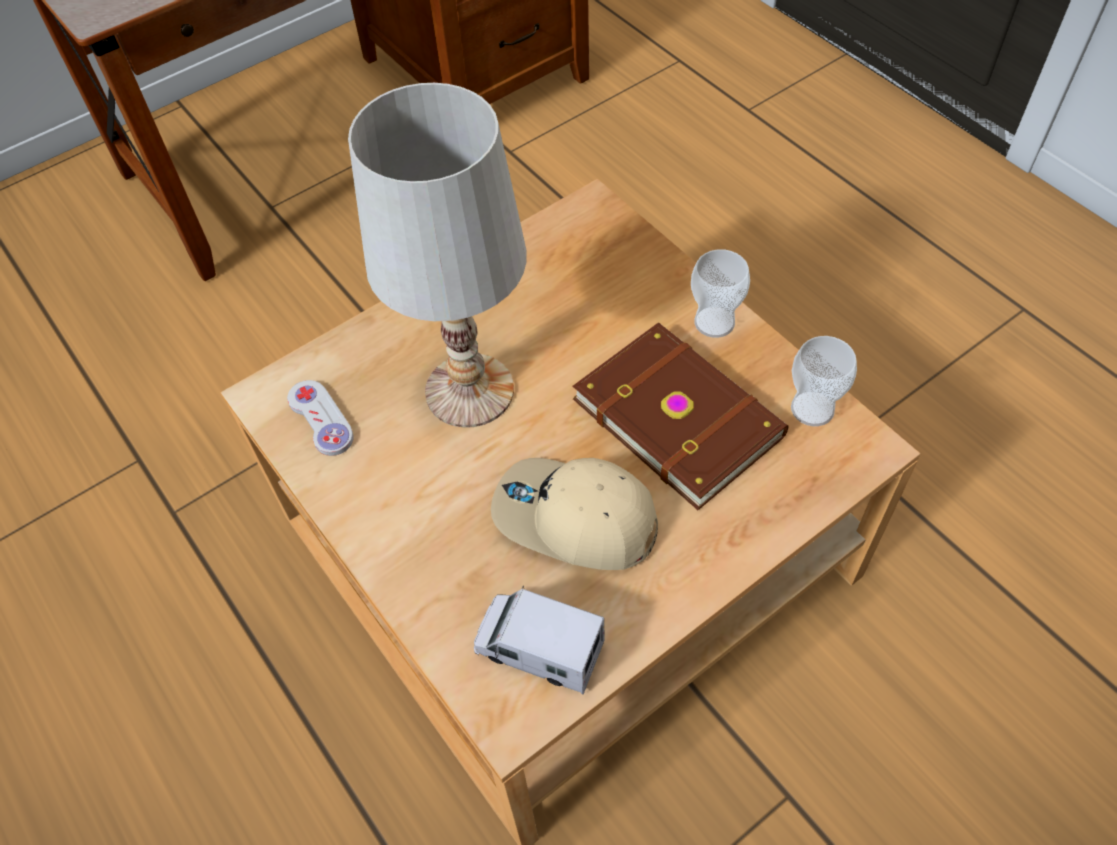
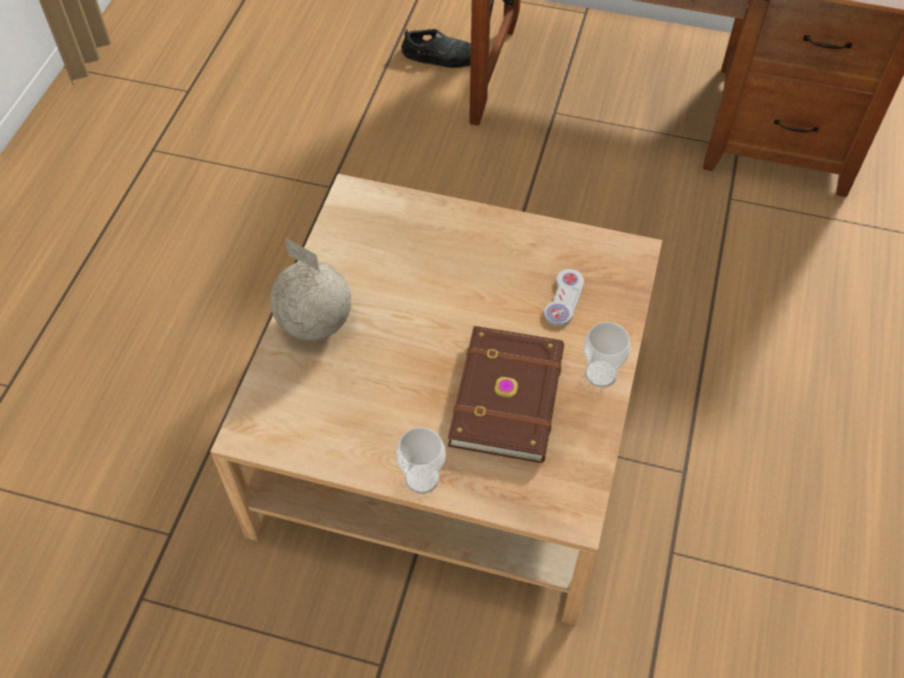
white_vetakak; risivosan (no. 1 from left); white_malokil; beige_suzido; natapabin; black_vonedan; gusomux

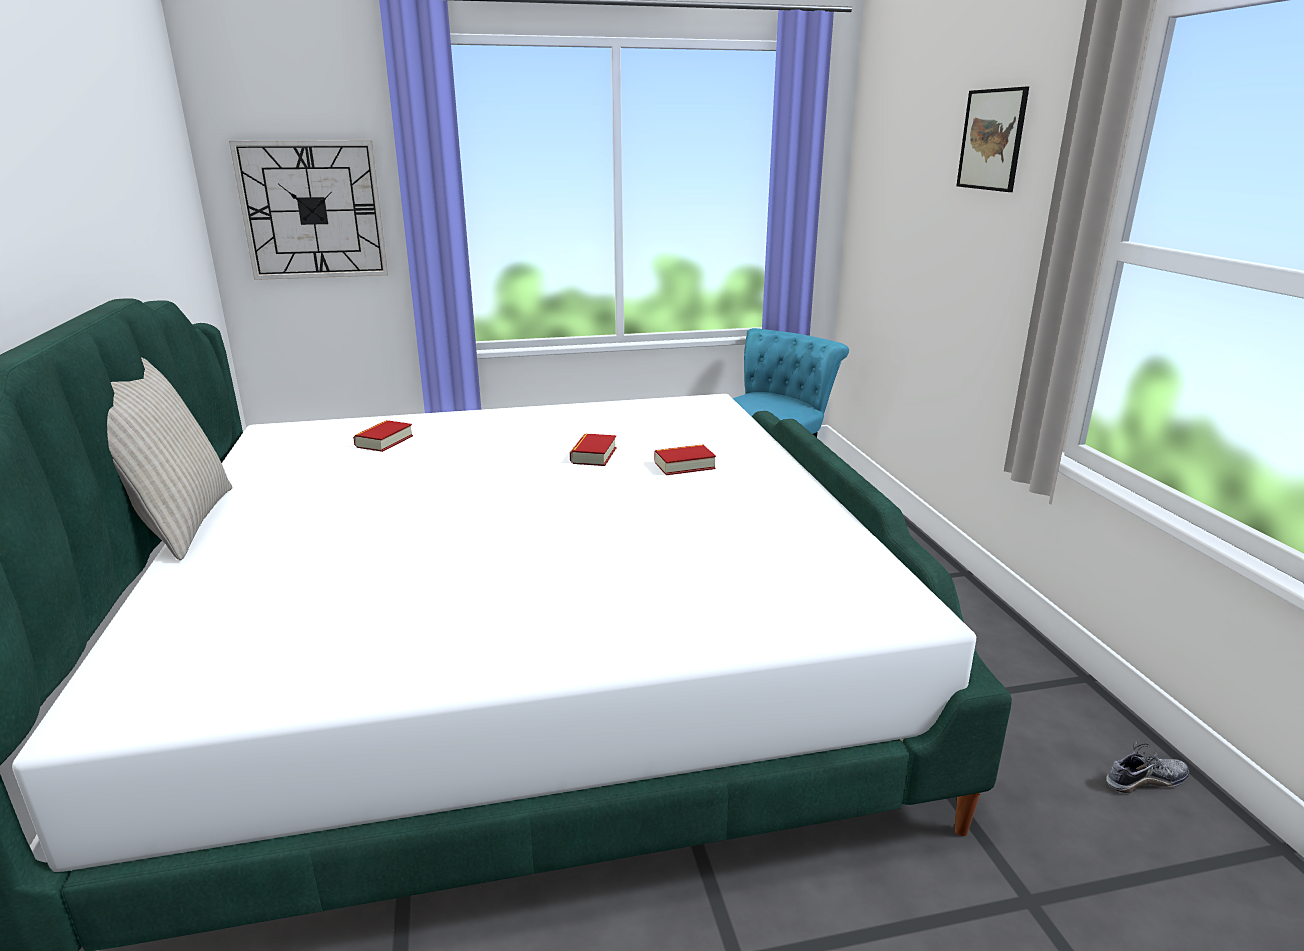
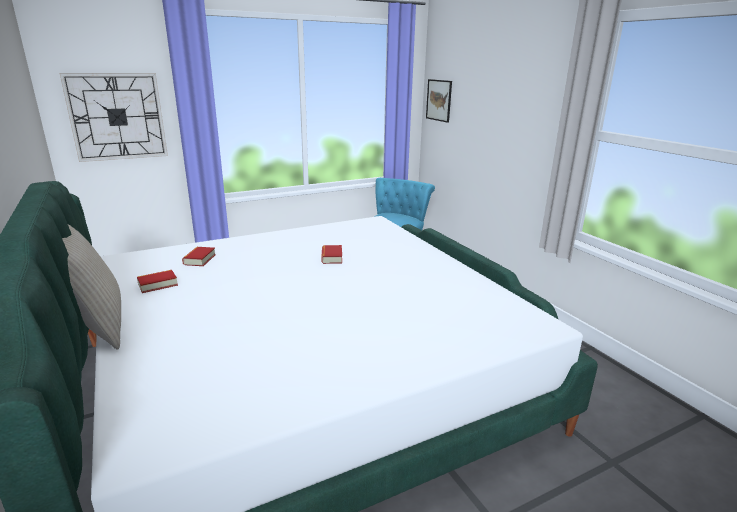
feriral; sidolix (no. 1 from left); vonedan

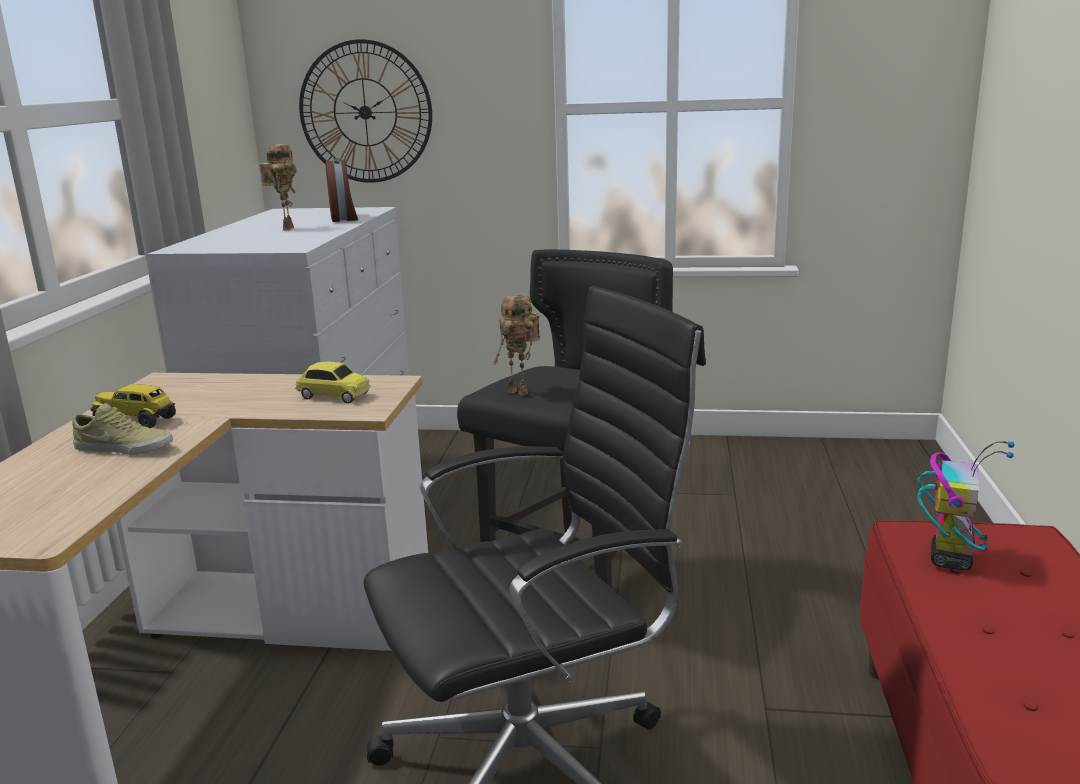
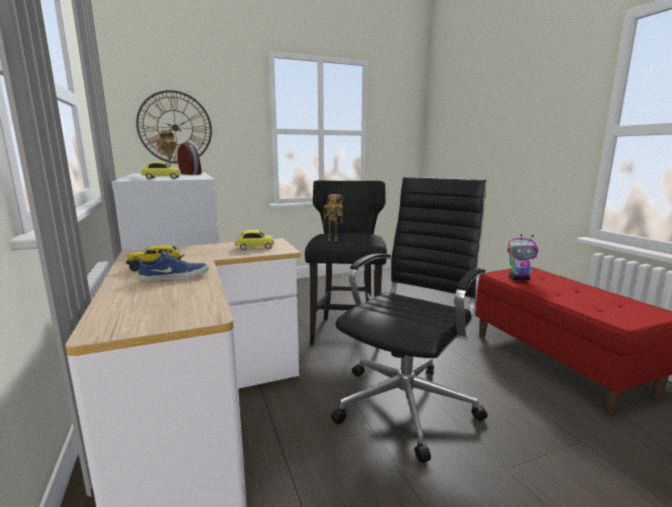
blue_vonedan; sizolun (no. 3 from left); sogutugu (no. 1 from left)

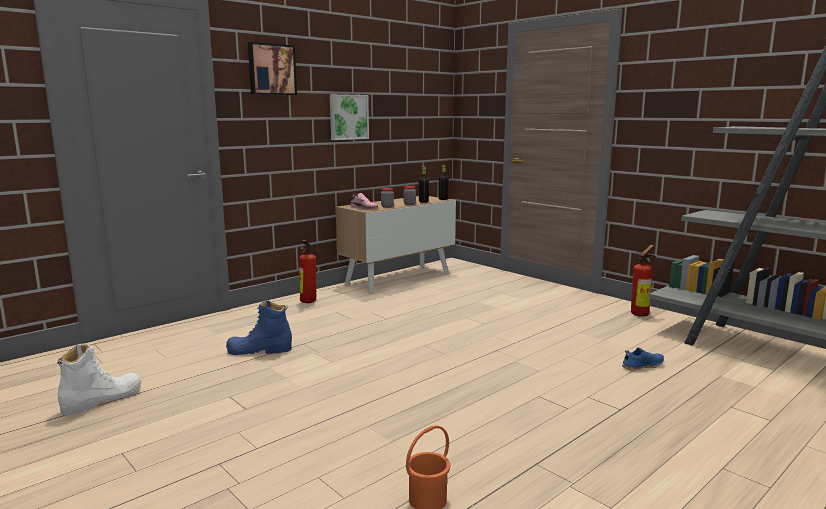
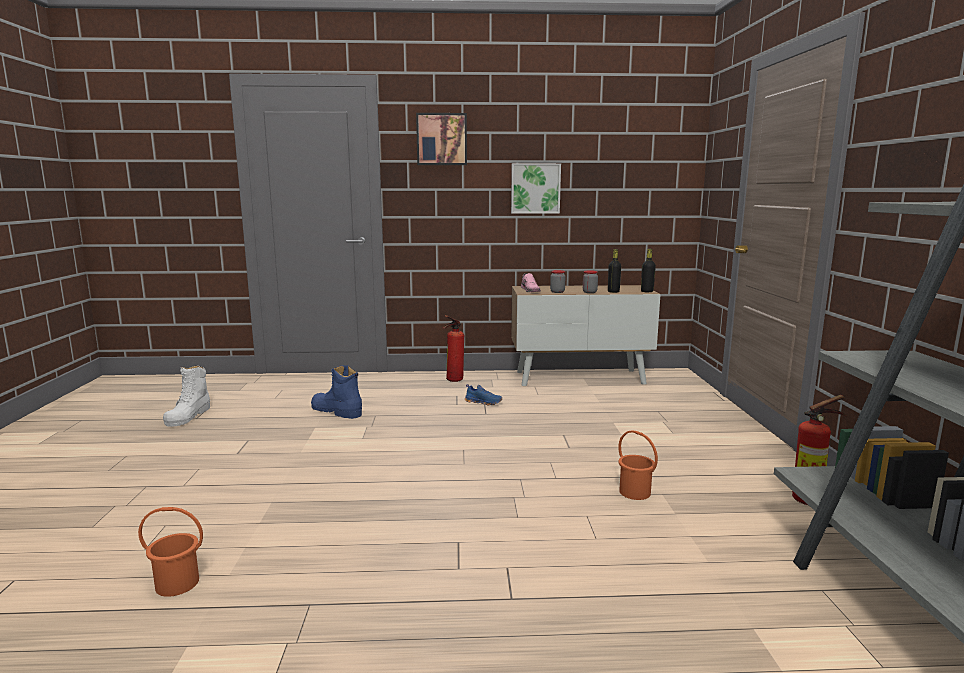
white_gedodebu; blue_vonedan; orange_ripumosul (no. 2 from left)

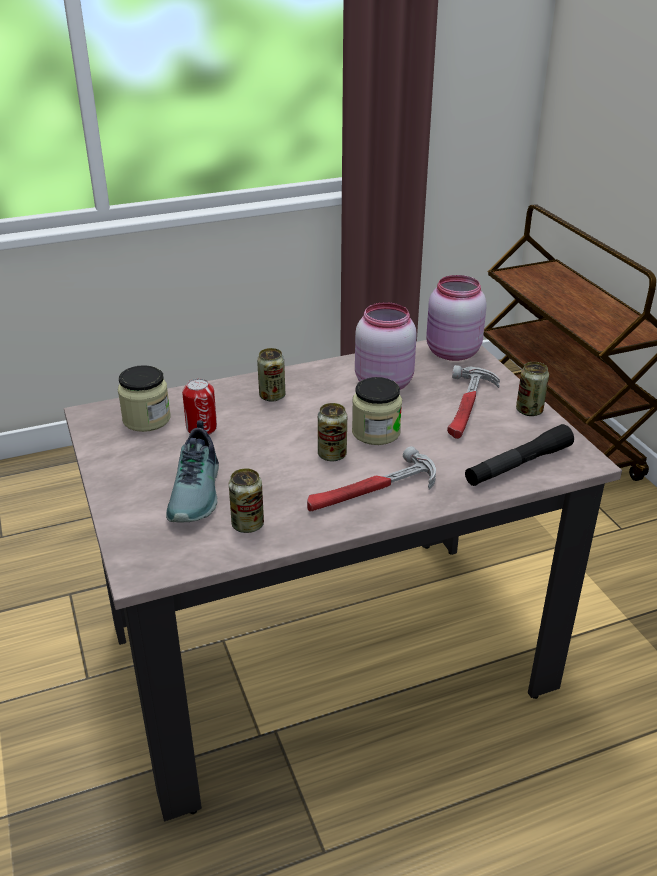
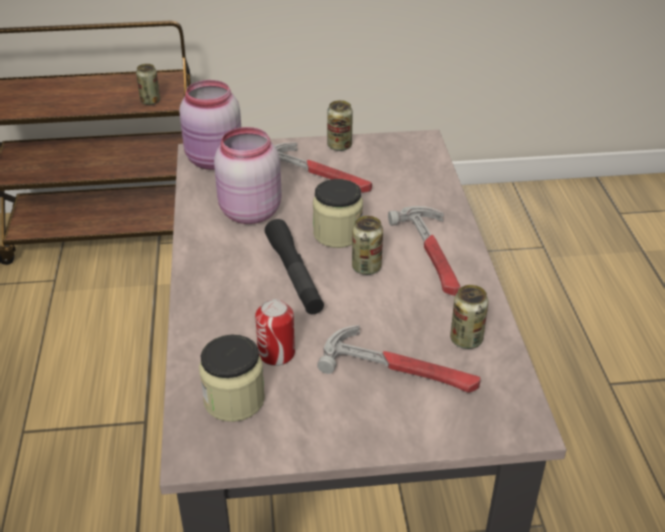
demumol (no. 1 from left); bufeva (no. 2 from left); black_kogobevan

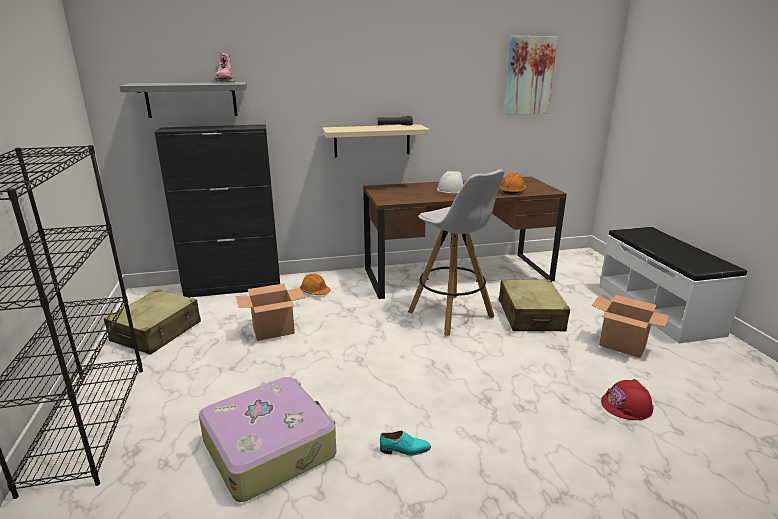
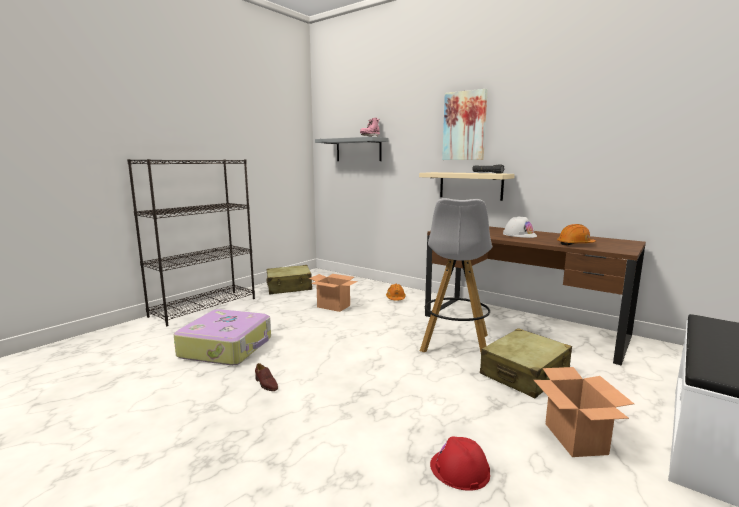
feriral; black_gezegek; brown_vonedan

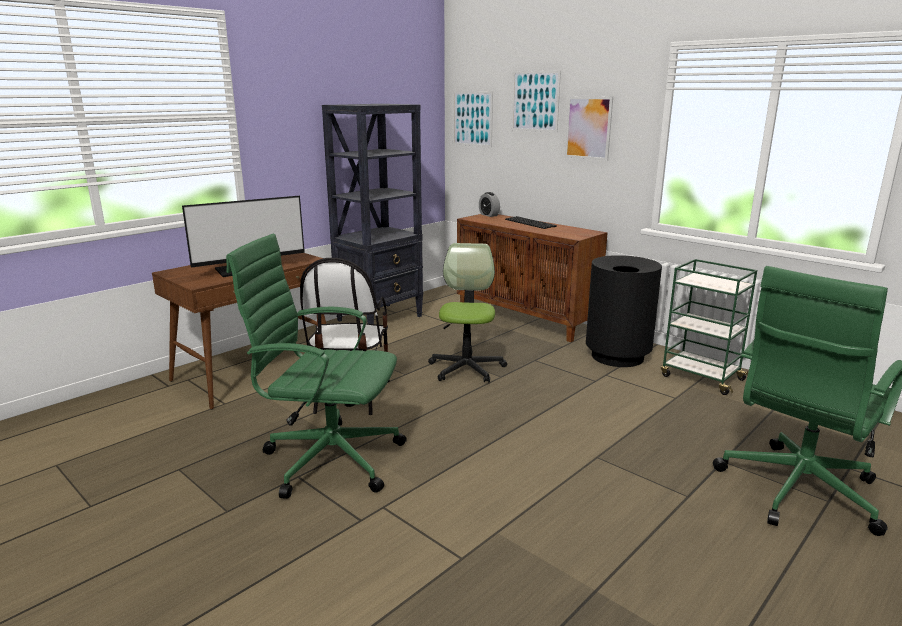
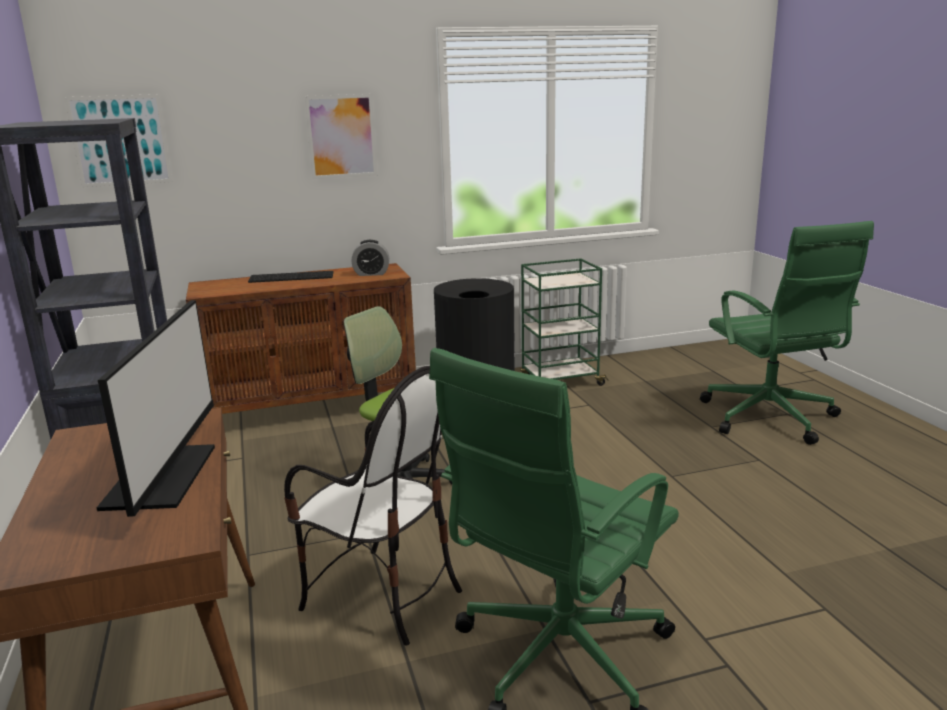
feriral (no. 2 from left in the first image); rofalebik

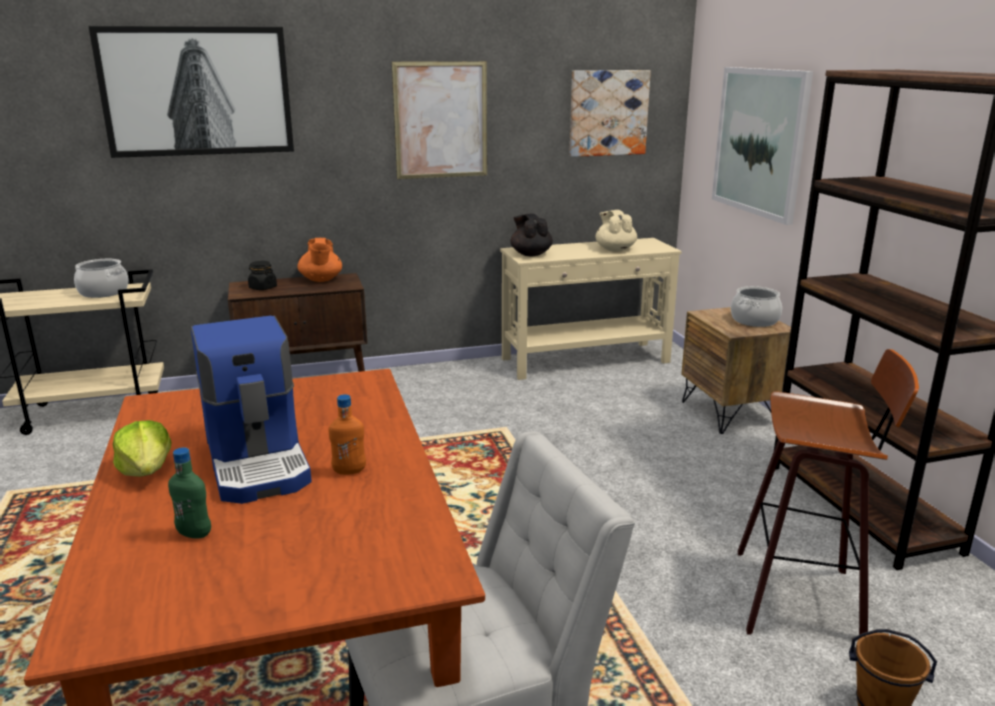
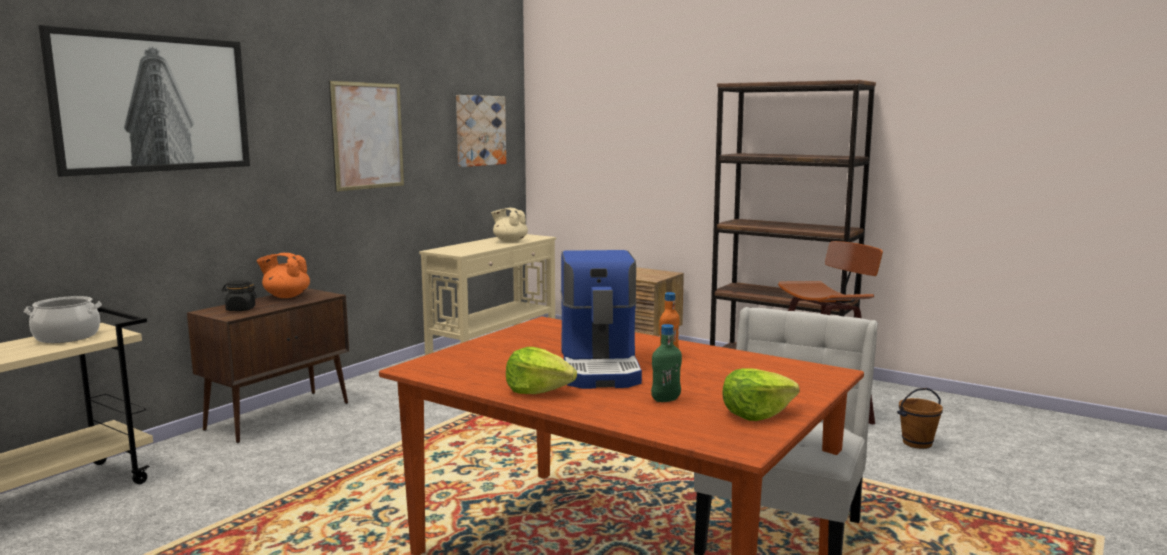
feriral (no. 4 from left in the first image); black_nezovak; orange_nezovak; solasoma (no. 2 from left in the first image); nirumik; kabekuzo (no. 2 from left)

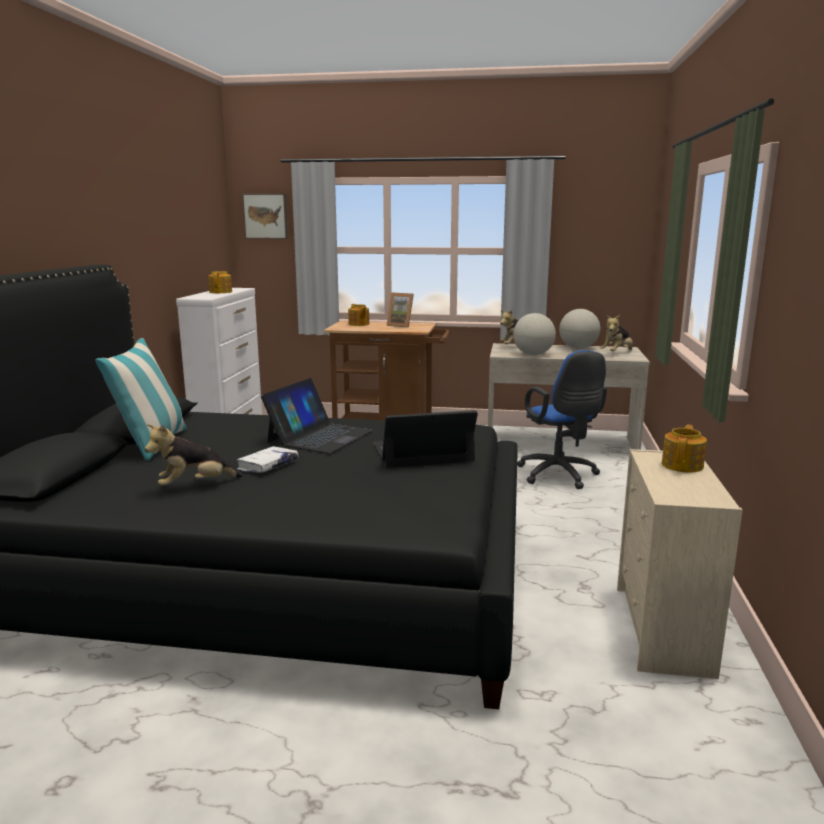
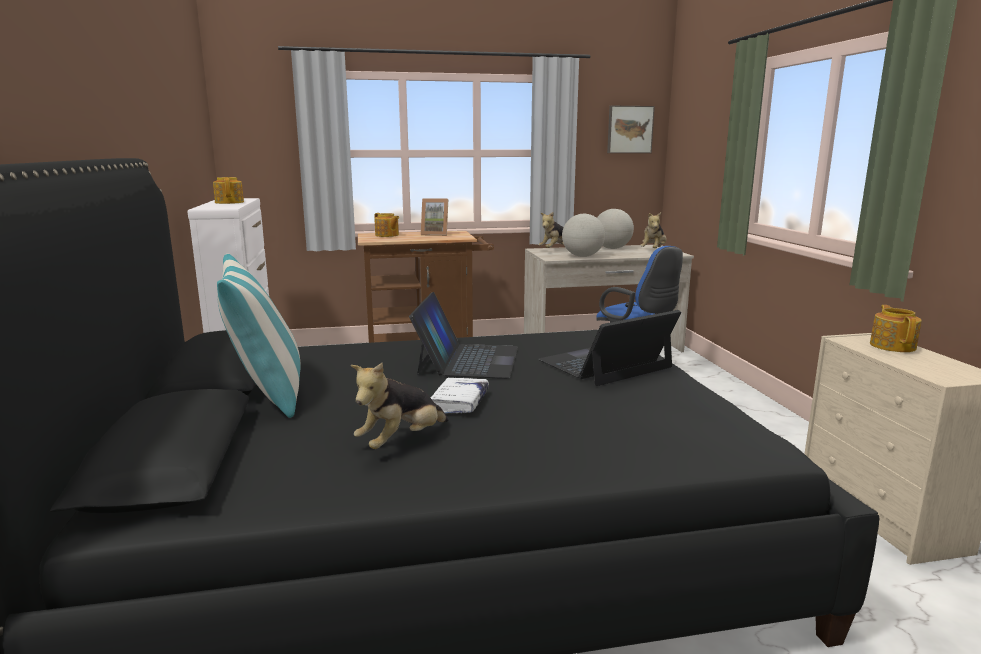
feriral

